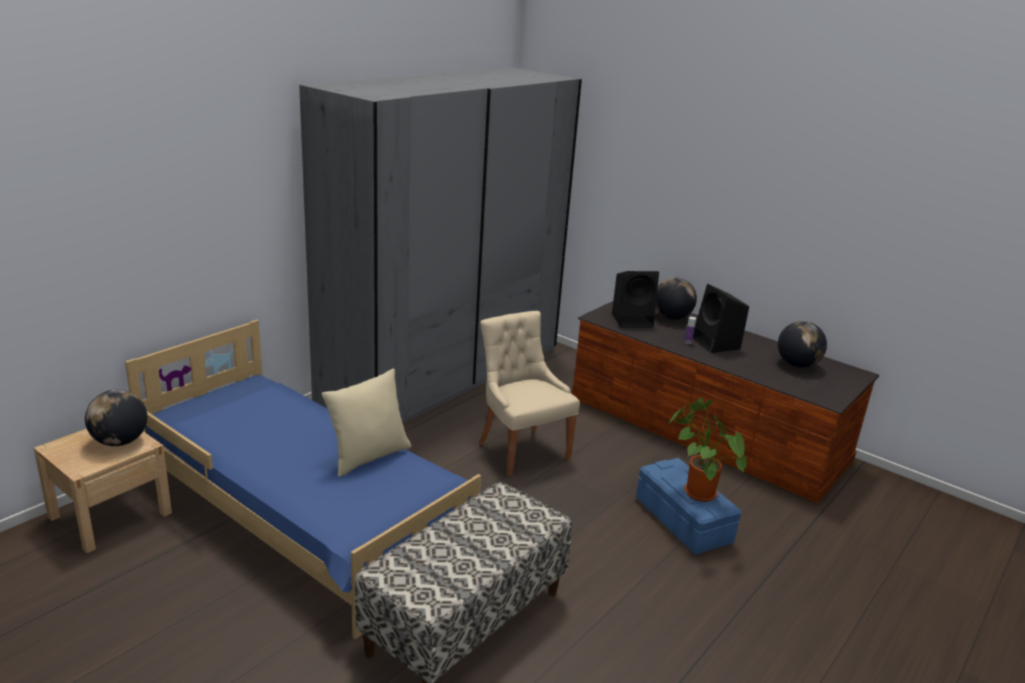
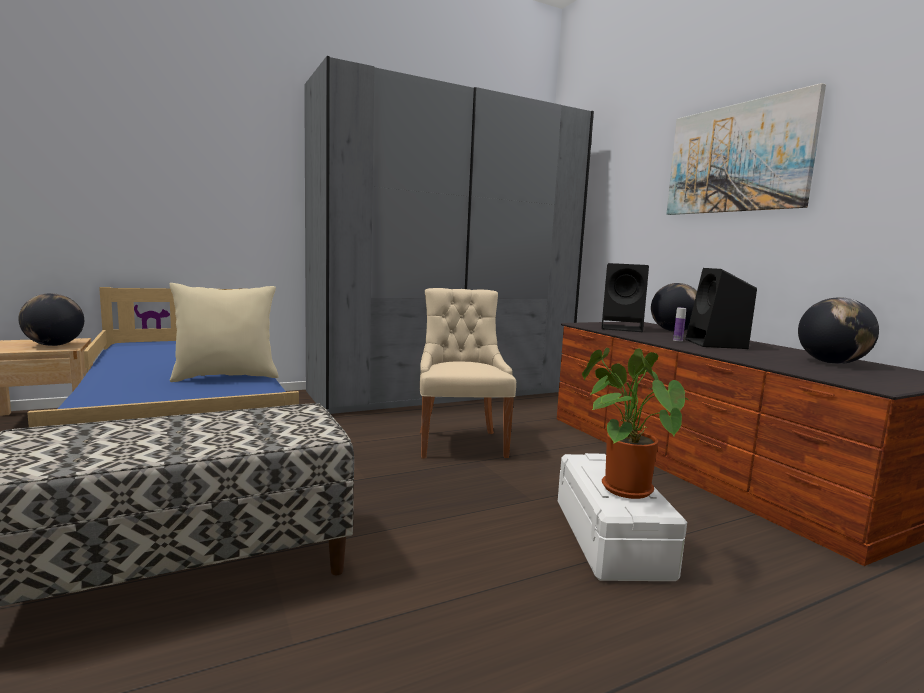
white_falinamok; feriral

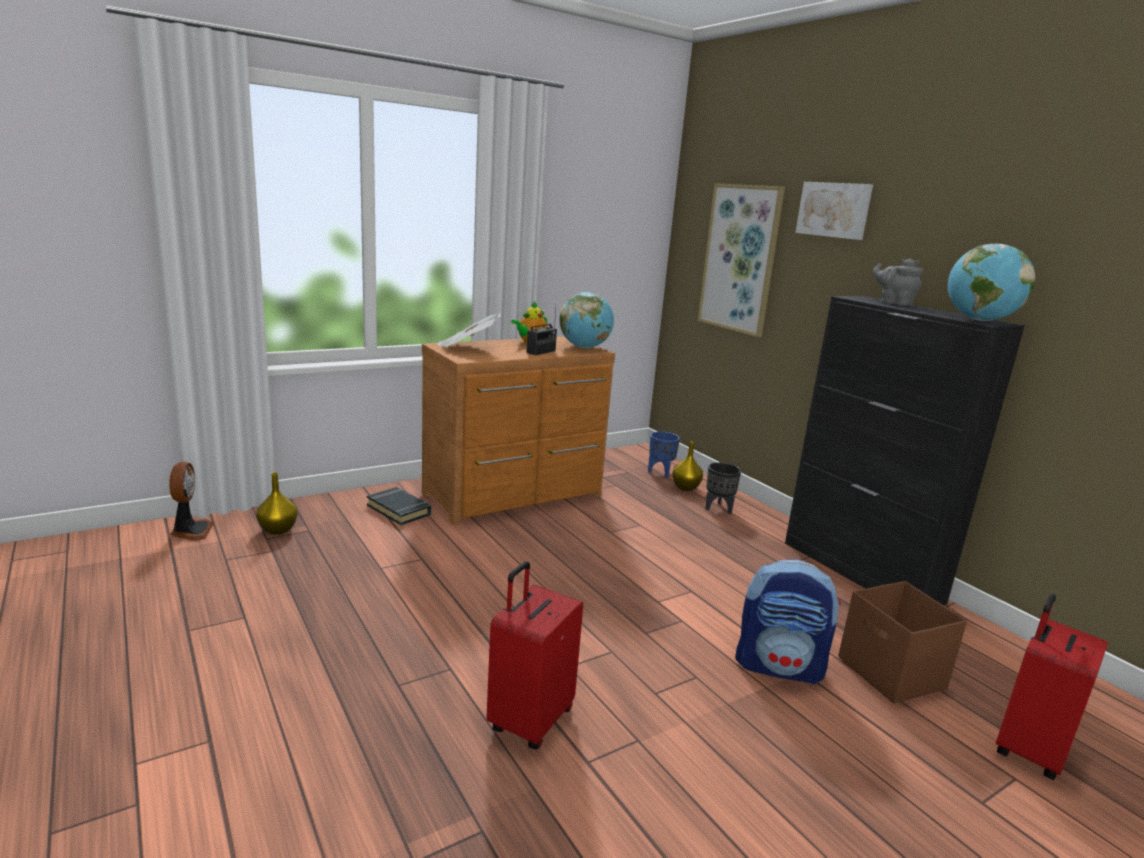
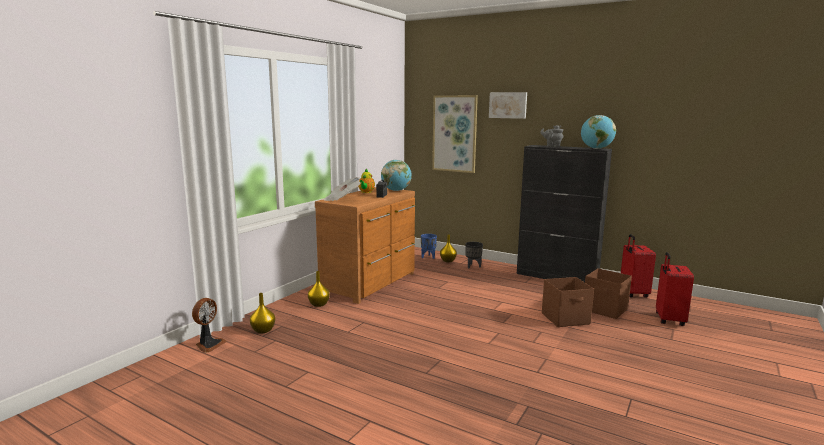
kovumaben; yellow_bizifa (no. 2 from left); brown_falinamok (no. 1 from left); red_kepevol (no. 1 from left)

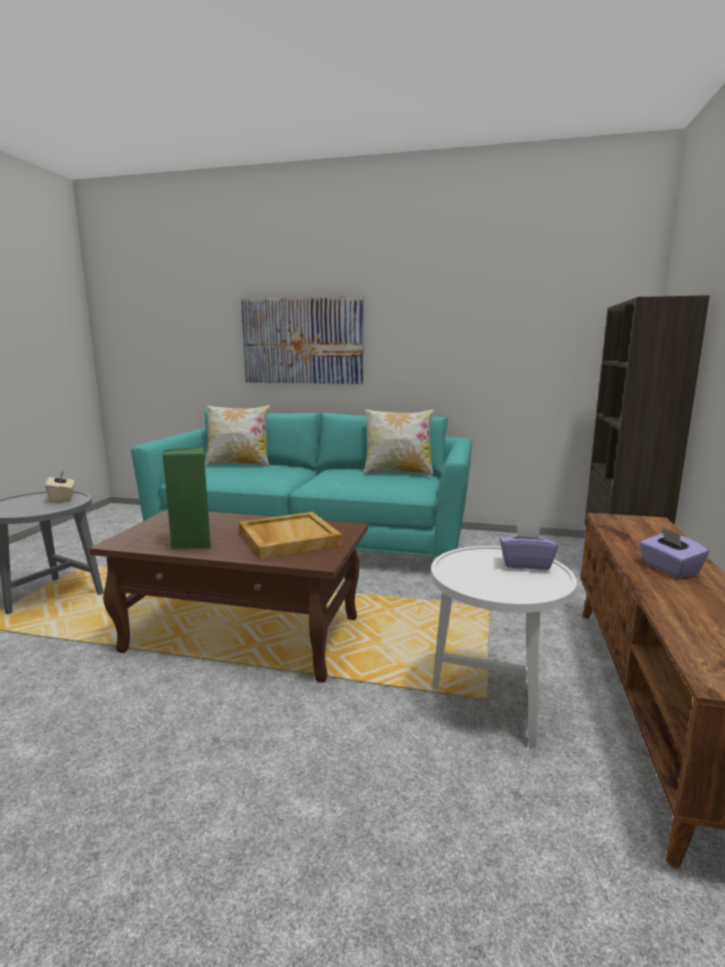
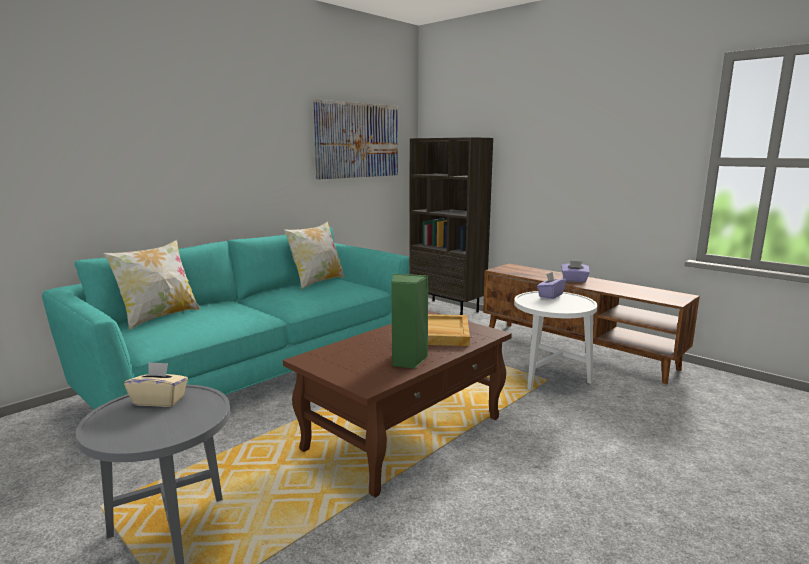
feriral

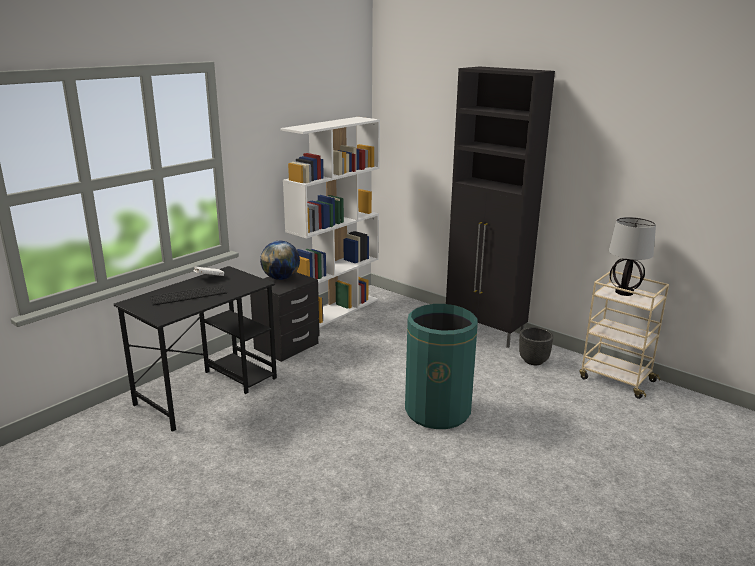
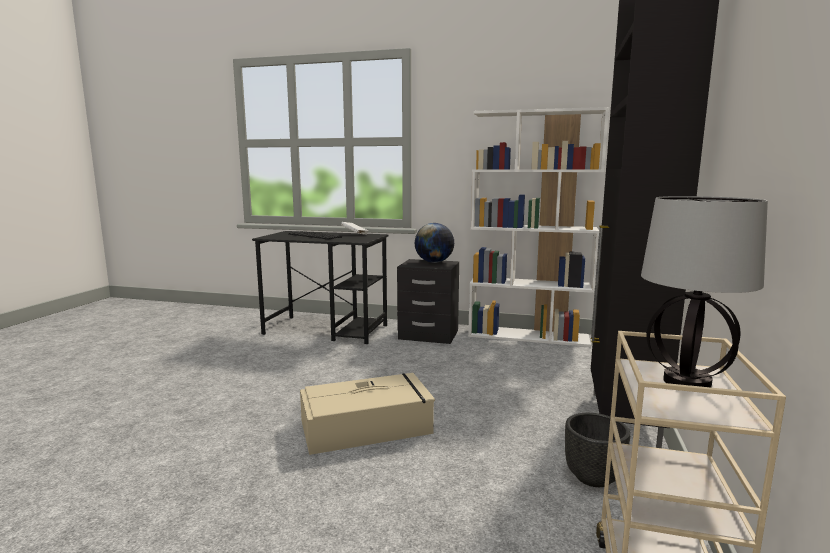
beige_falinamok

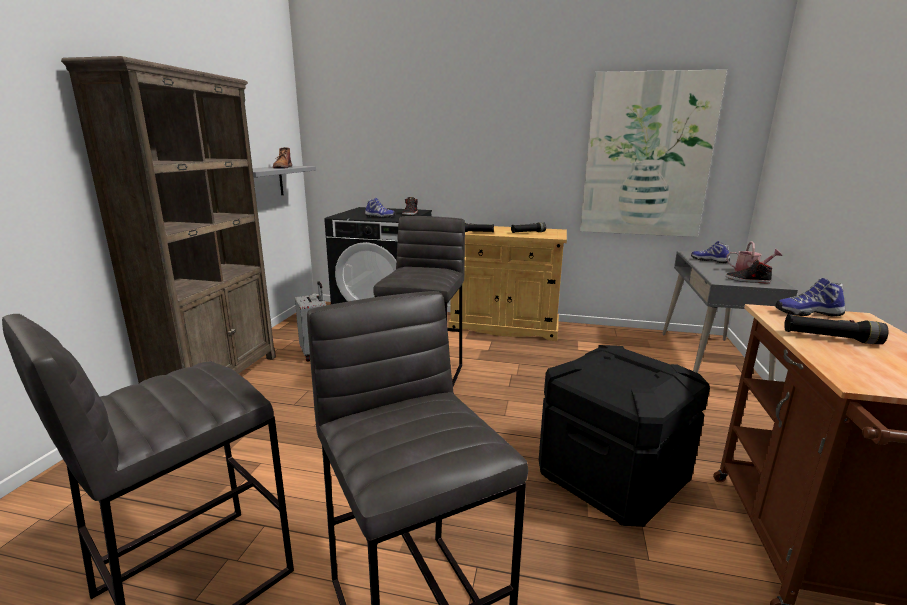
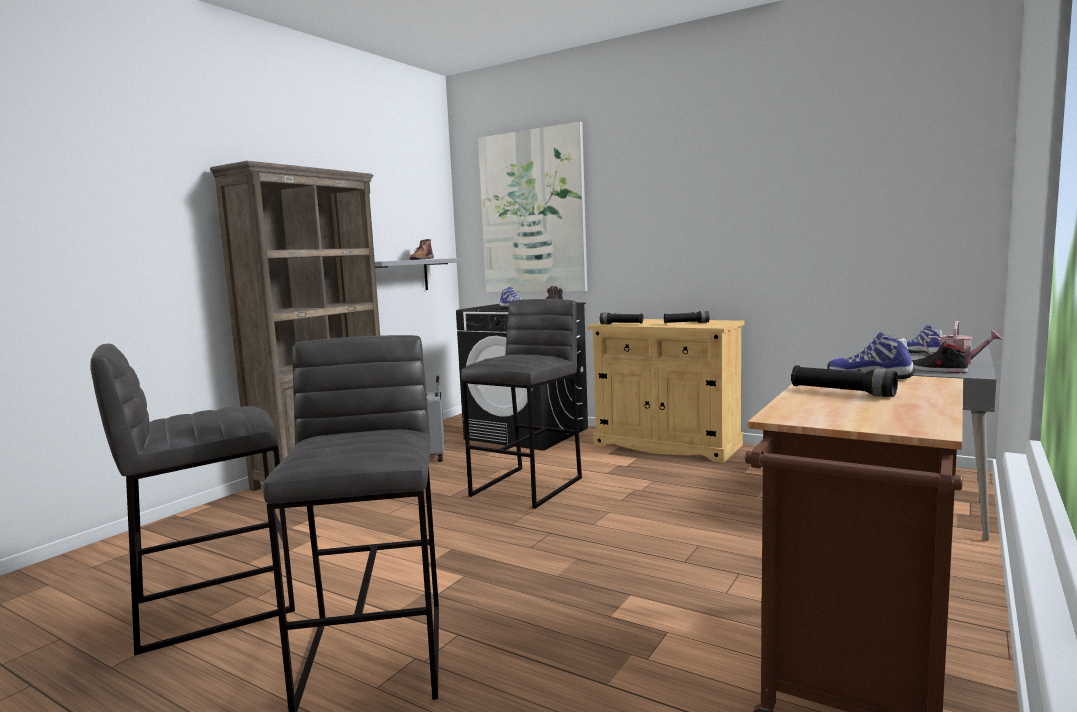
feriral; black_falinamok

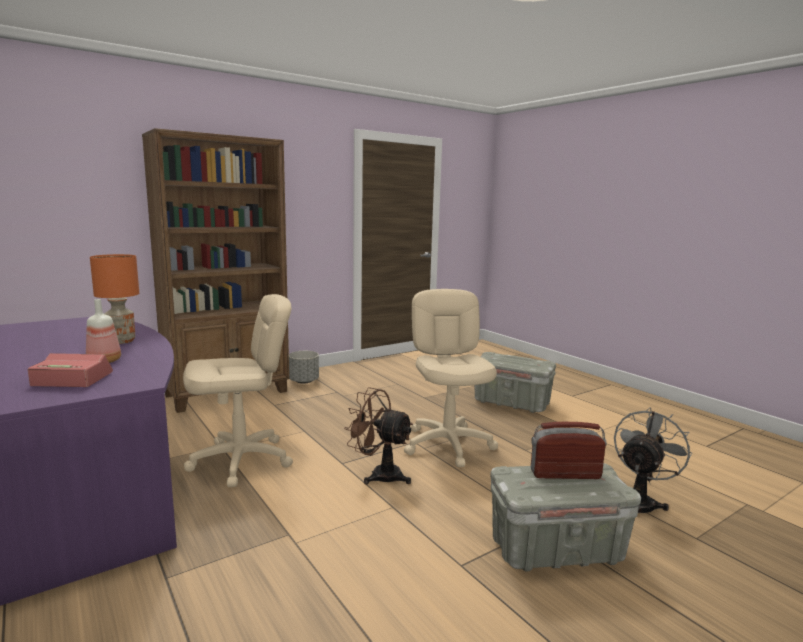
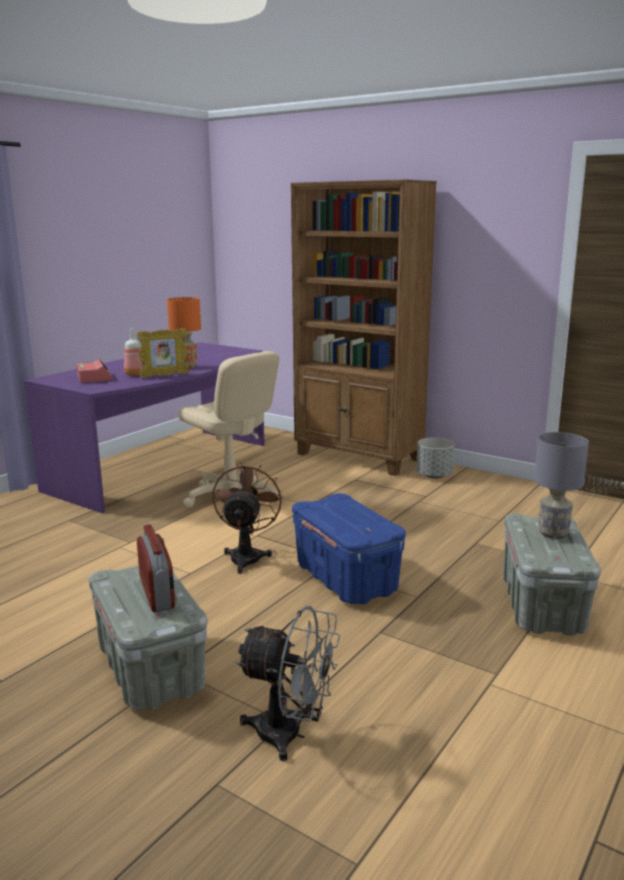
blue_falinamok; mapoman; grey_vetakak

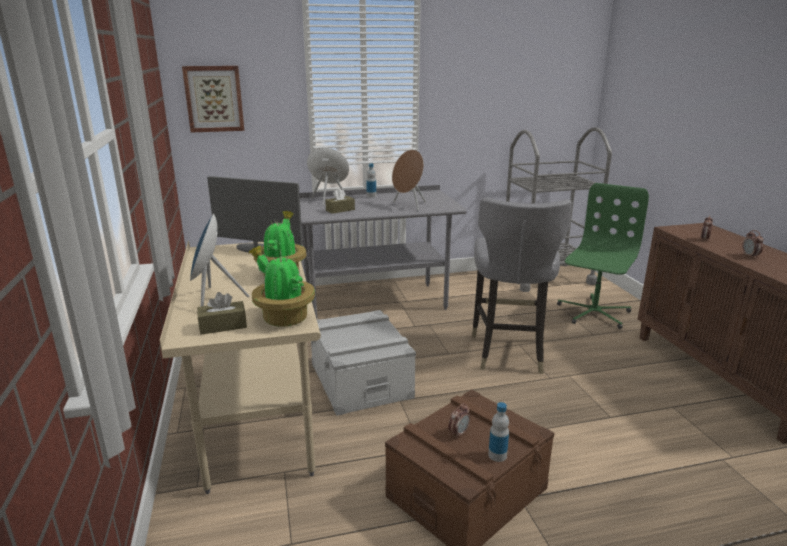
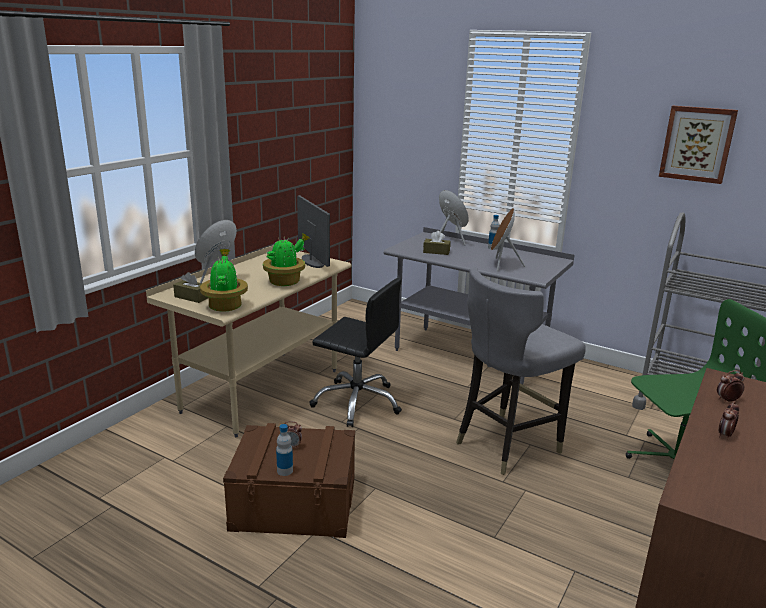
feriral; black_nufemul

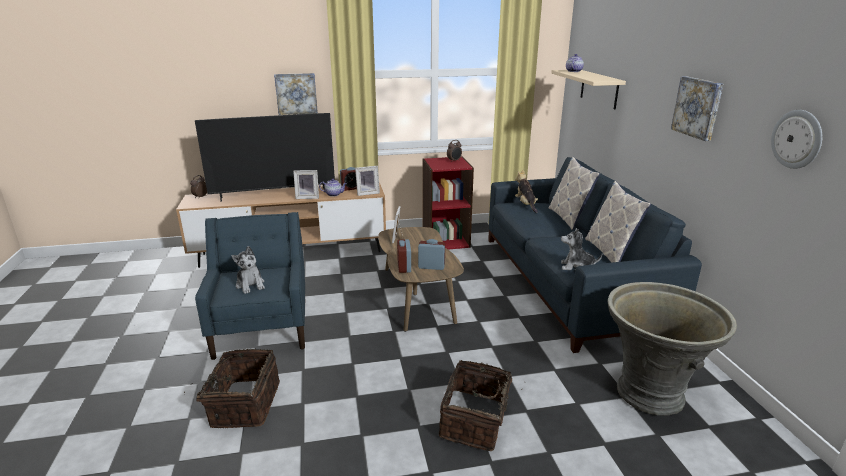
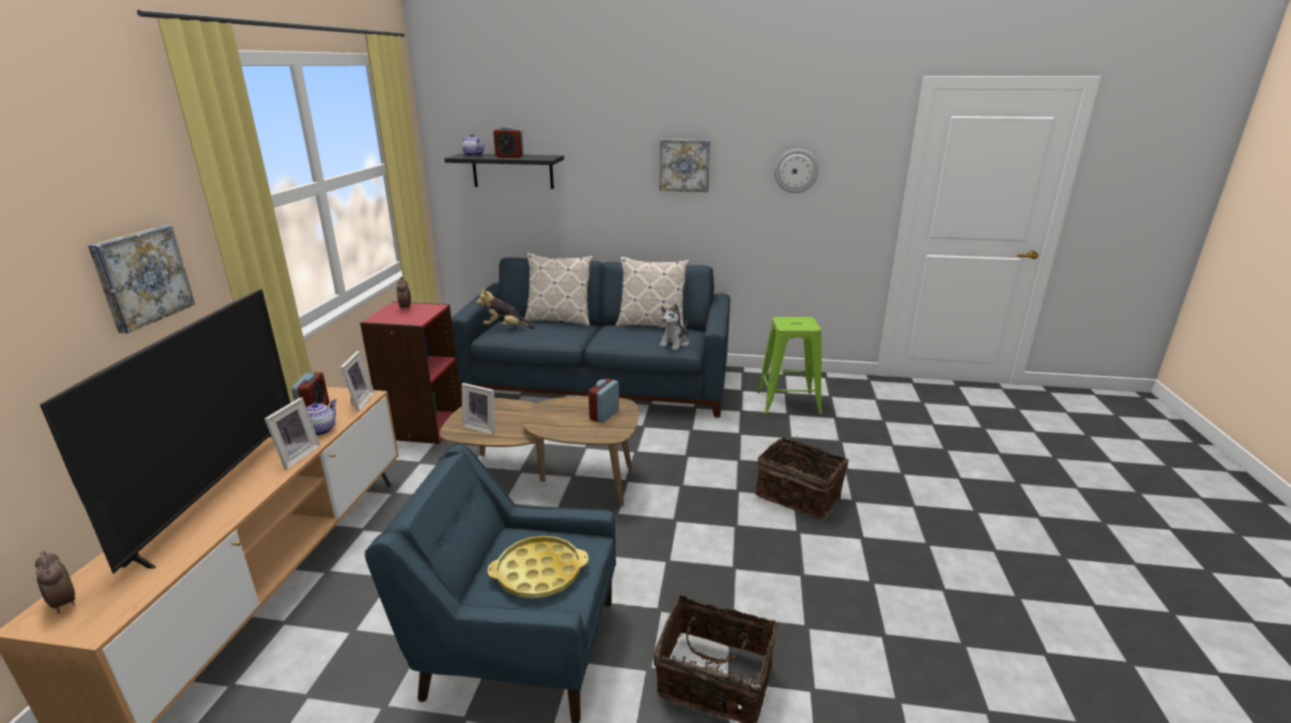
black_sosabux; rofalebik (no. 4 from left); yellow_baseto; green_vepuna

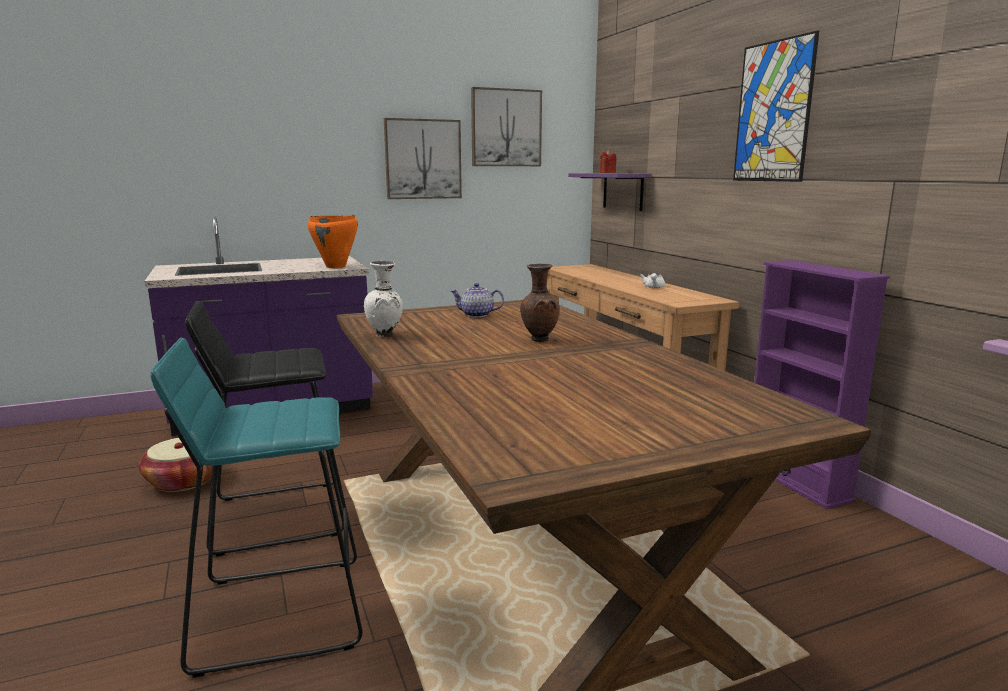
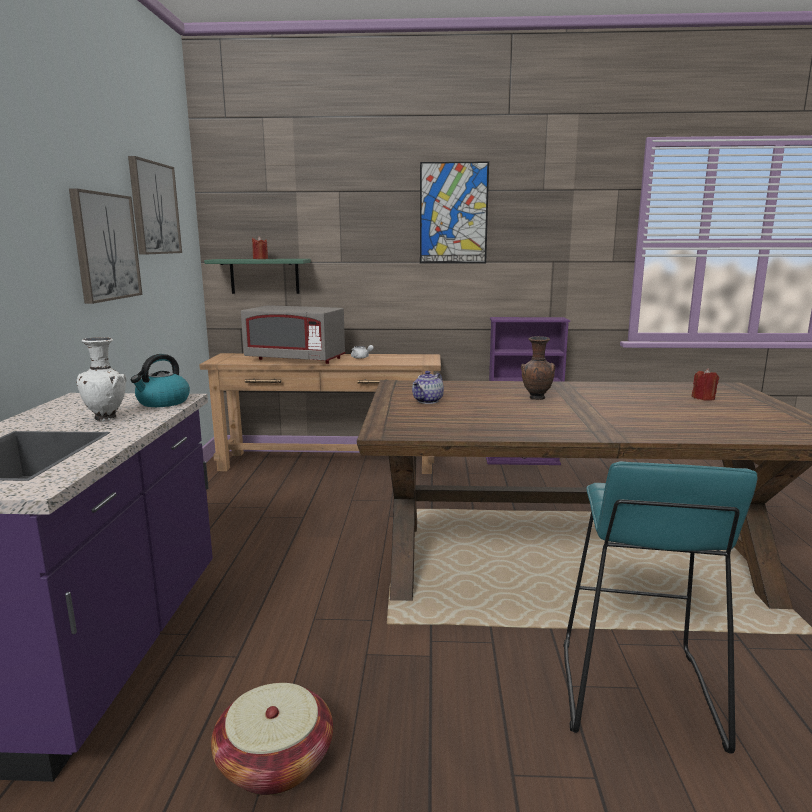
green_sosabux; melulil; white_bizifa; black_vepuna; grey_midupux; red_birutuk (no. 2 from left)

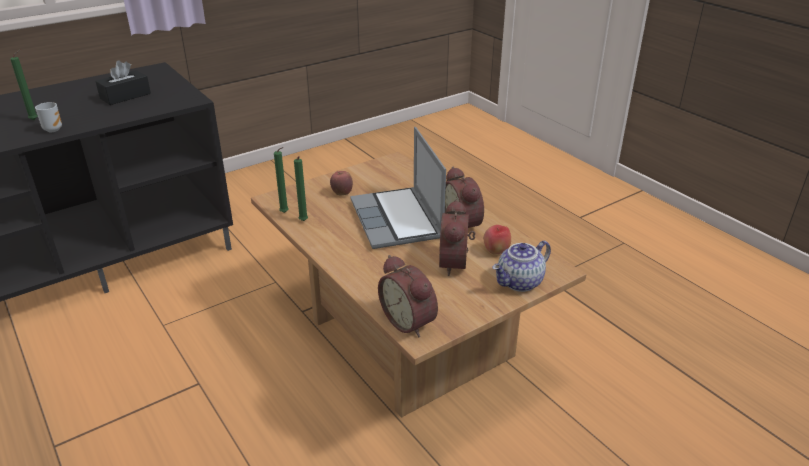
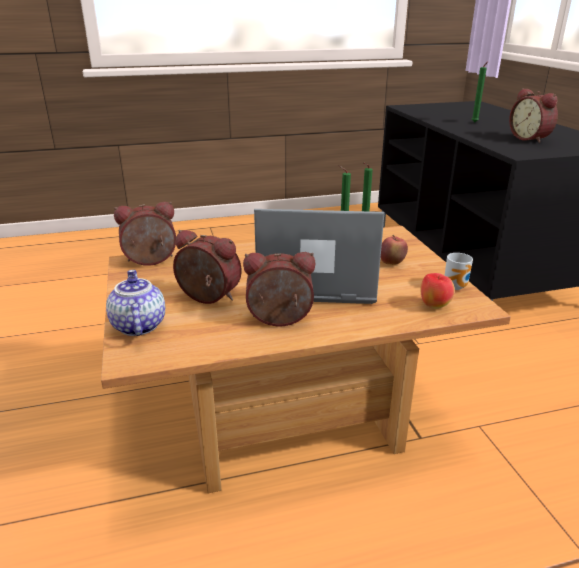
rofalebik (no. 4 from left); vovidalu; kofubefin (no. 2 from left)

